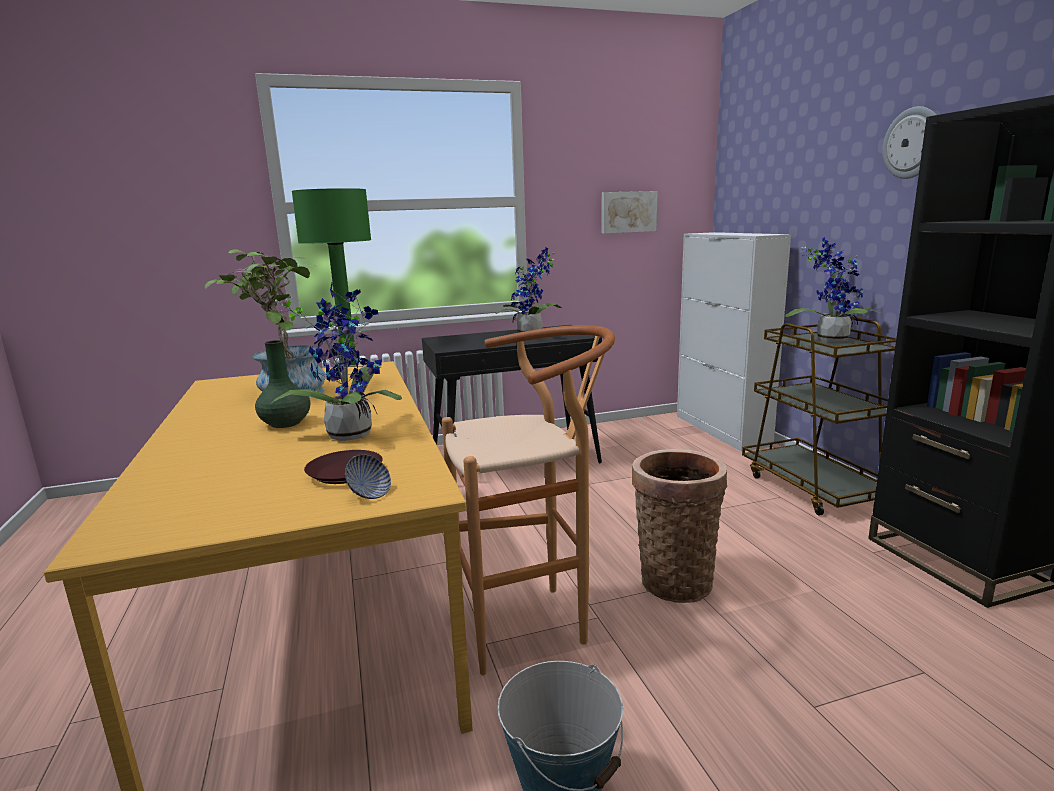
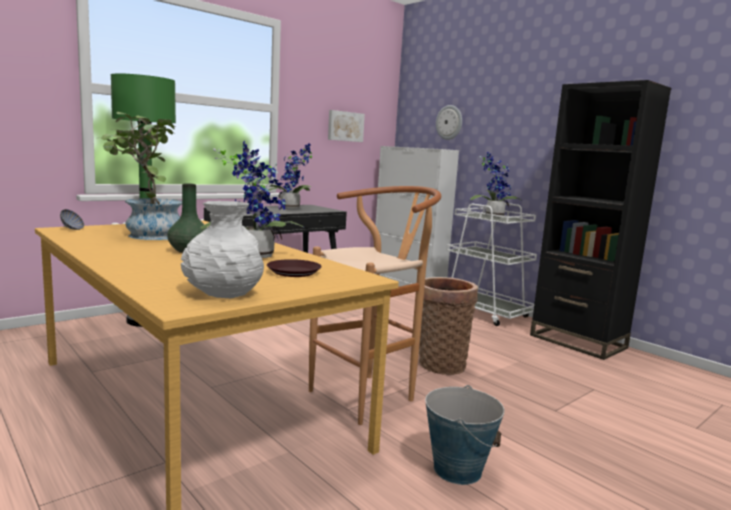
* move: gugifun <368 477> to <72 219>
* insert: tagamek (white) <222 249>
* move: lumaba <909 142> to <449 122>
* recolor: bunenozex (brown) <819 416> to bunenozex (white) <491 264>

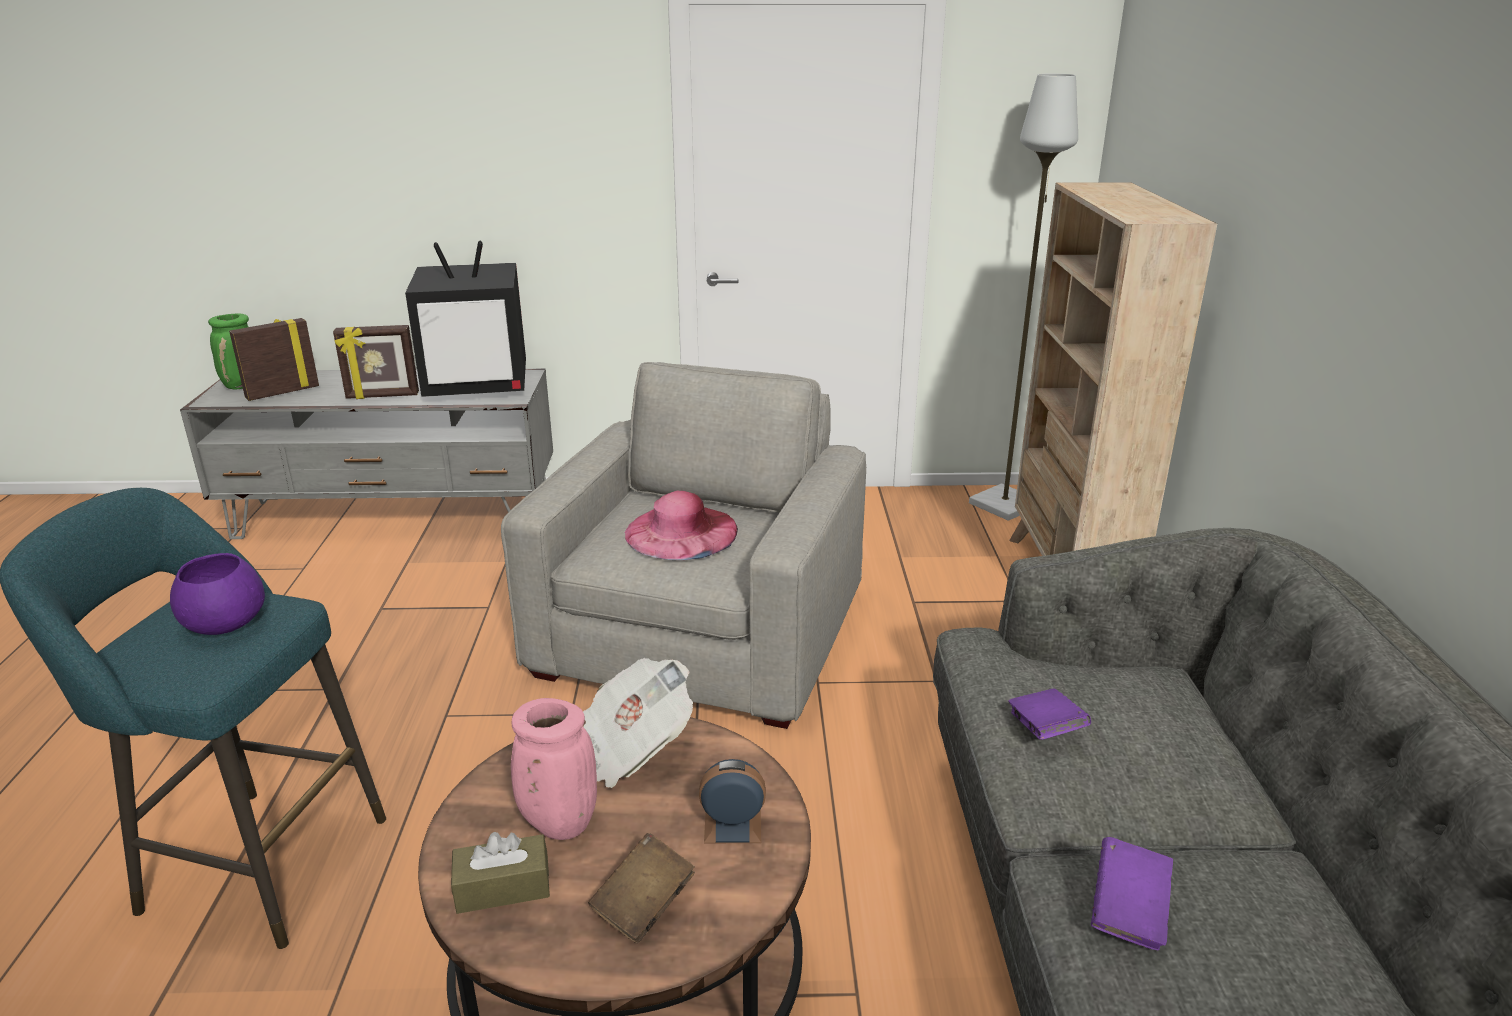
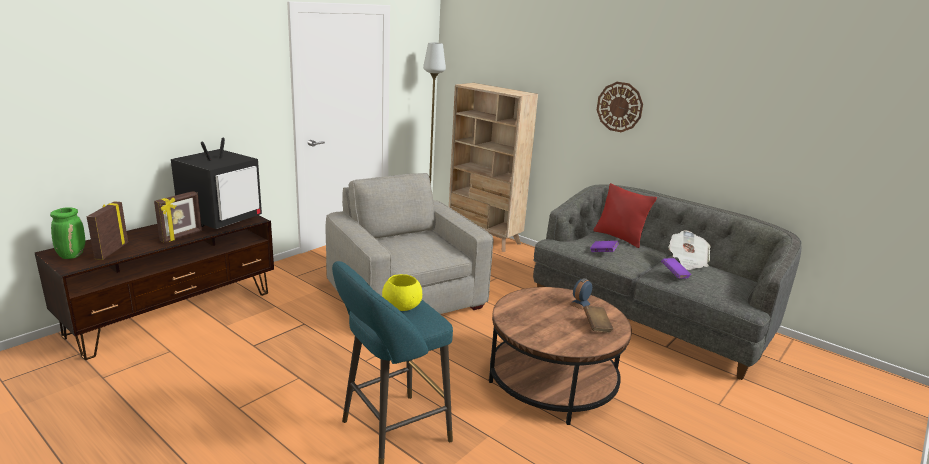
* recolor: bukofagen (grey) <366 454> to bukofagen (brown) <154 287>
* recolor: gugifun (purple) <217 594> to gugifun (yellow) <402 292>
* insert: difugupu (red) <625 215>
* insert: lumaba <620 107>
* move: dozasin <638 723> to <689 250>
* delete: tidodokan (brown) <500 873>
* delete: tagamek (pink) <554 769>
* delete: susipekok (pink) <681 525>

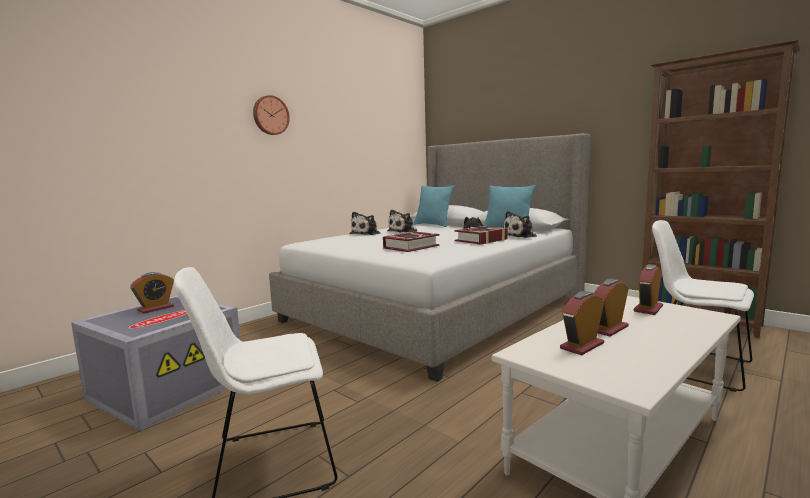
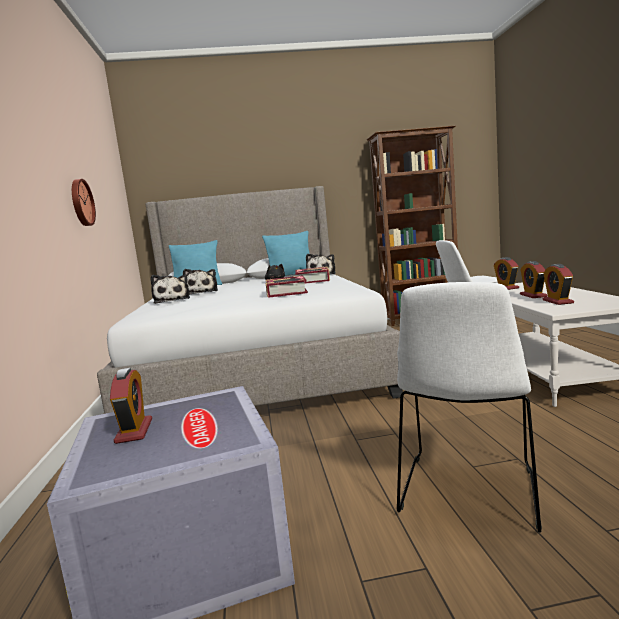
* move: lumaba <271 115> to <84 202>

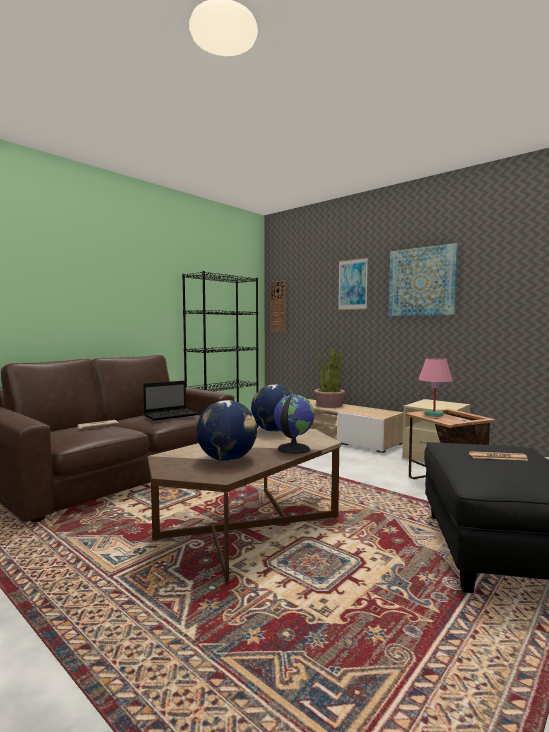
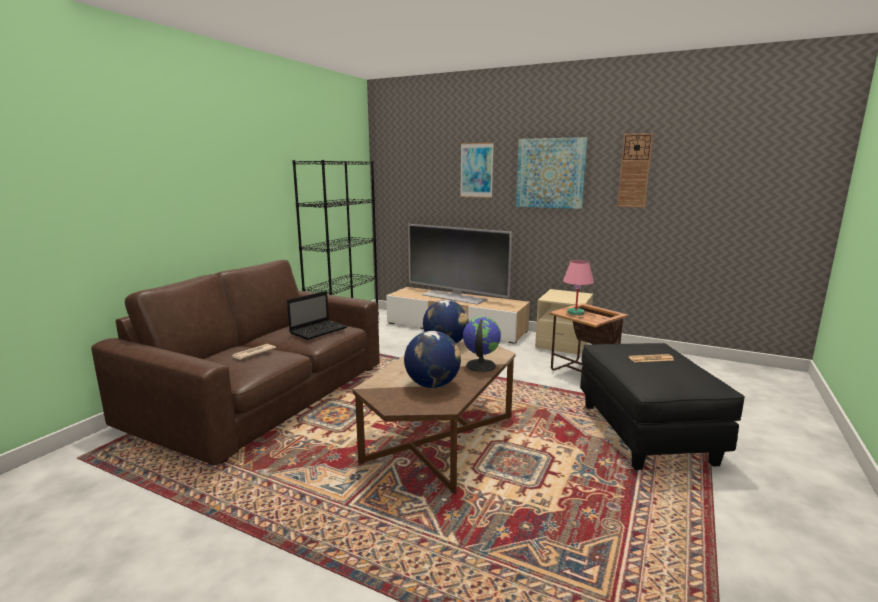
* replace: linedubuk <329 378> to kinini <460 264>
* move: lumaba <278 306> to <635 170>

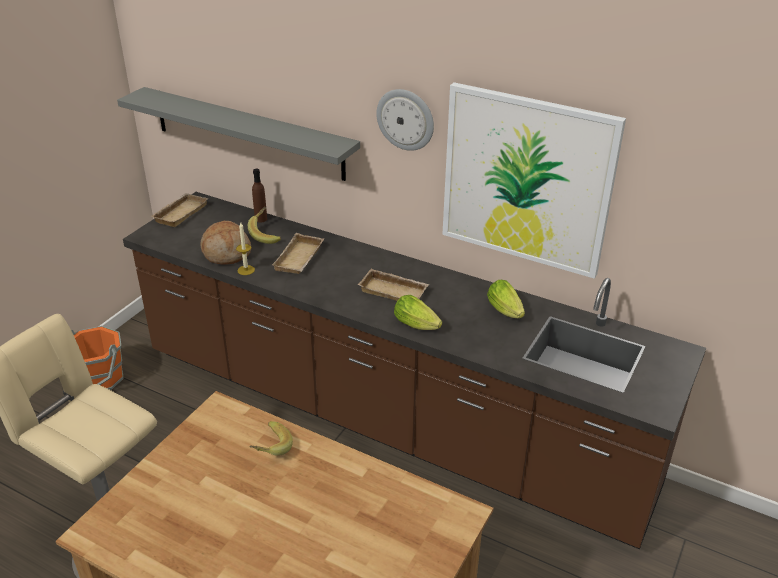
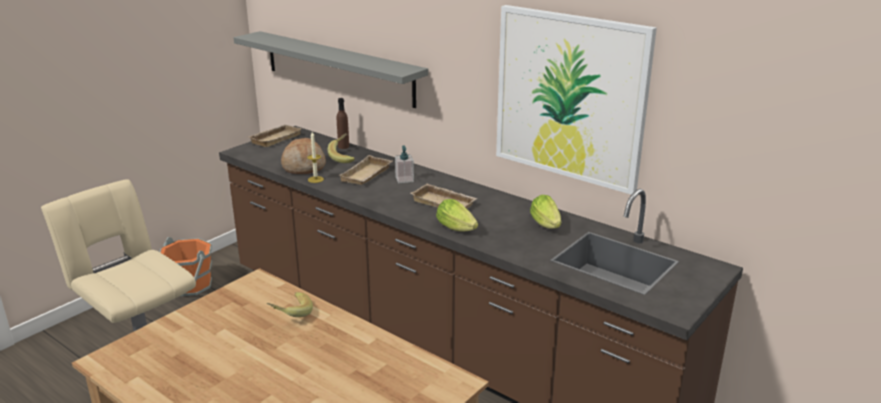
* insert: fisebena <404 164>
* delete: lumaba <405 120>

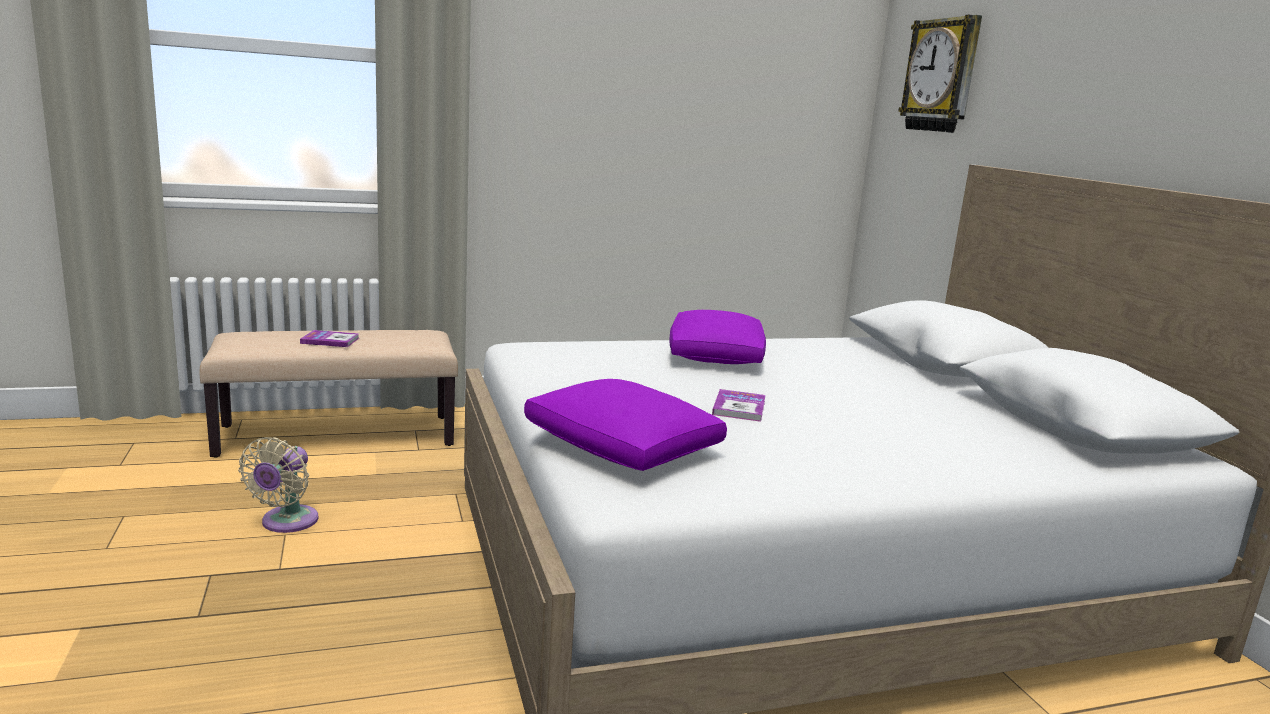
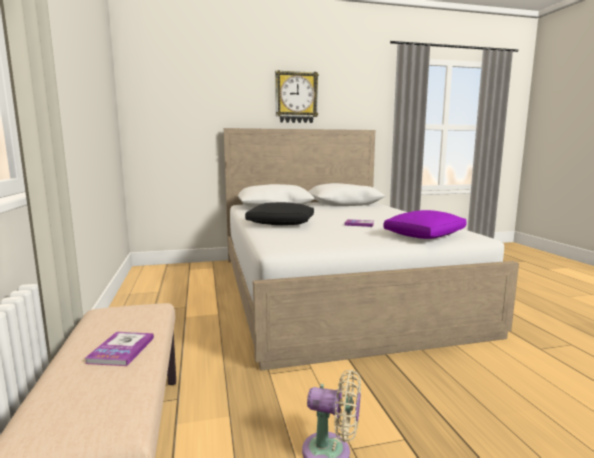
* recolor: difugupu (purple) <718 337> to difugupu (black) <279 213>
* move: lumaba <940 74> to <297 96>

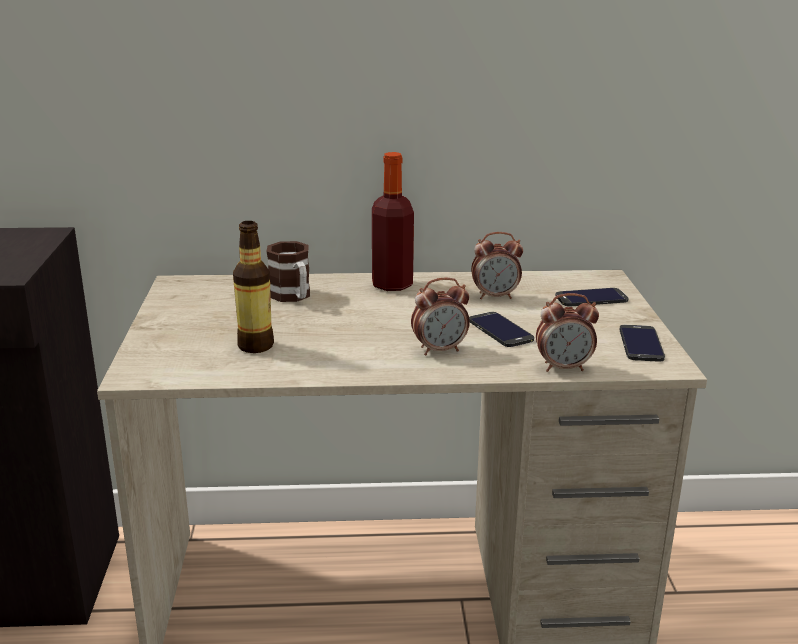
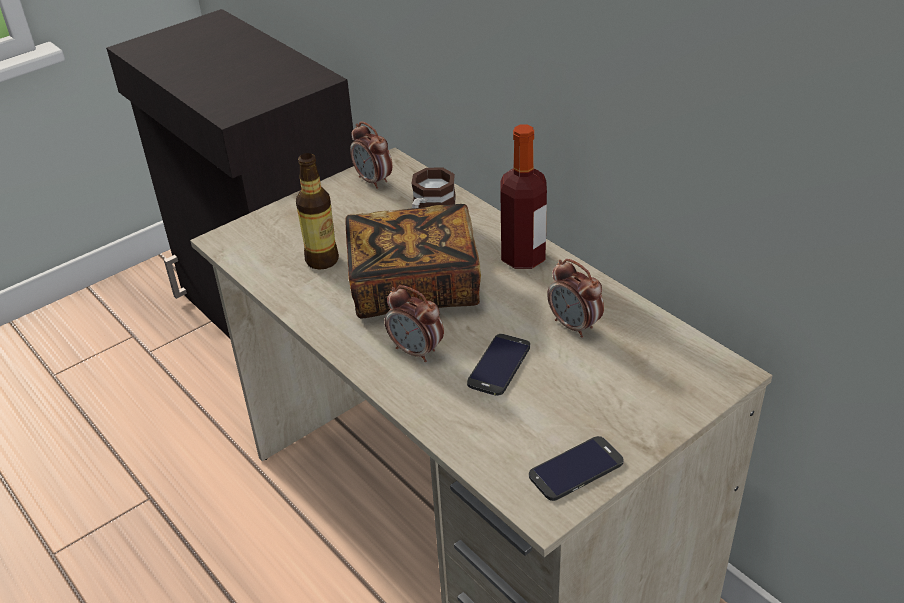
* insert: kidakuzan <413 261>
* move: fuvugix <567 332> to <371 155>
* delete: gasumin <592 297>

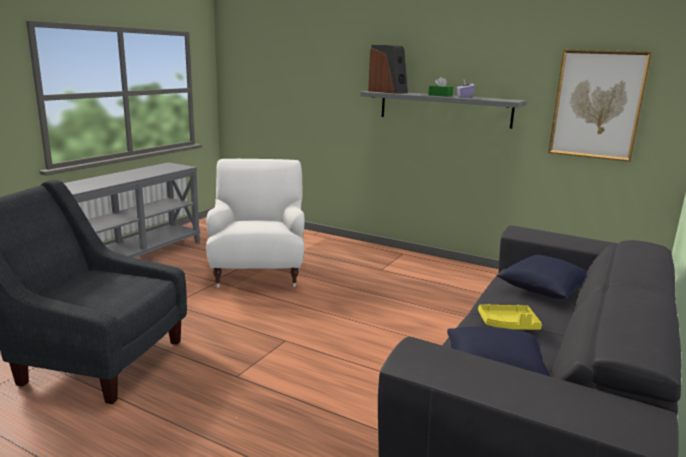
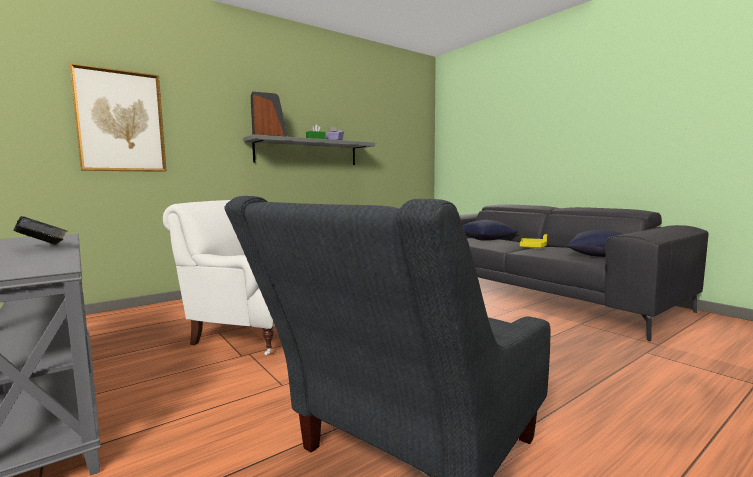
* insert: kidakuzan <40 230>
* move: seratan <600 106> to <118 117>

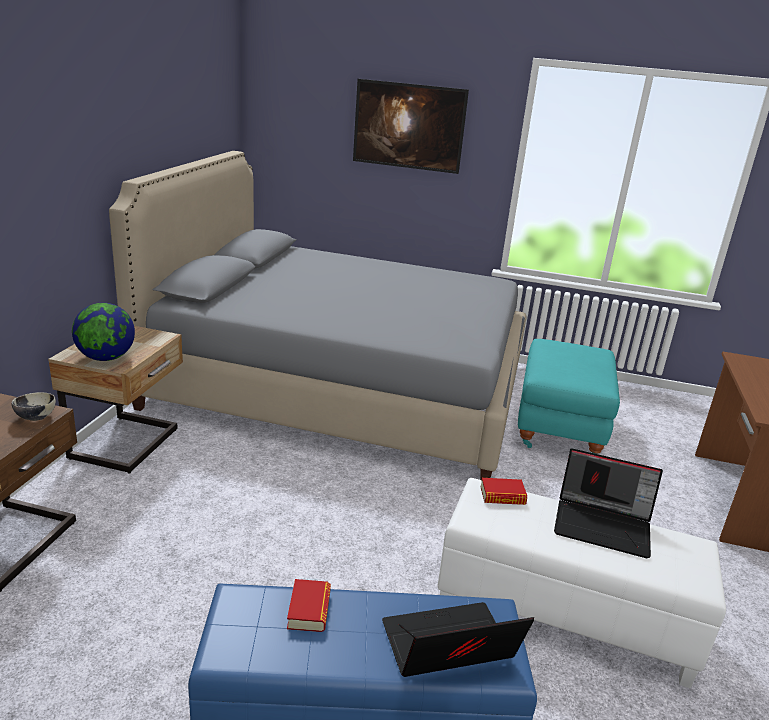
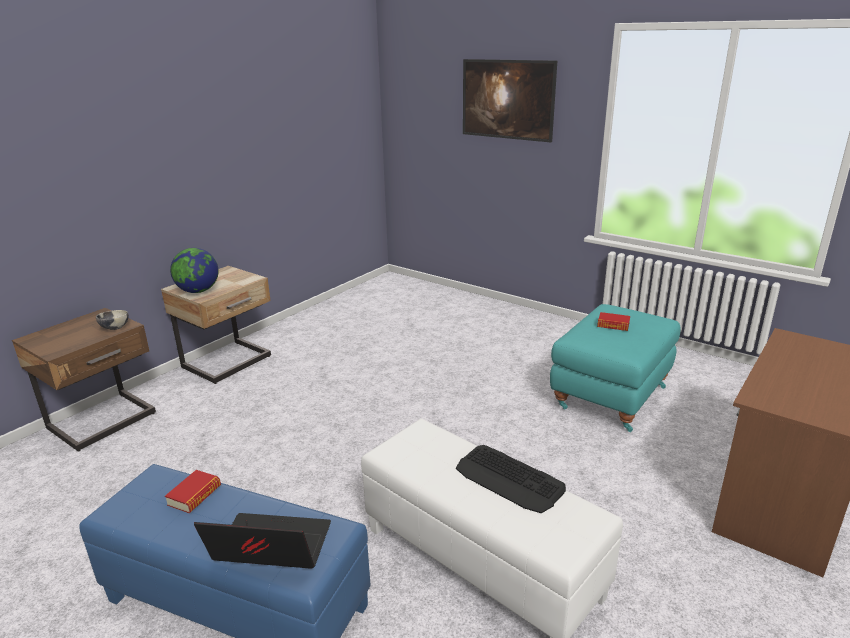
* replace: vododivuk <608 503> to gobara <511 479>
* move: kidakuzan <503 491> to <613 321>
* delete: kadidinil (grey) <318 315>

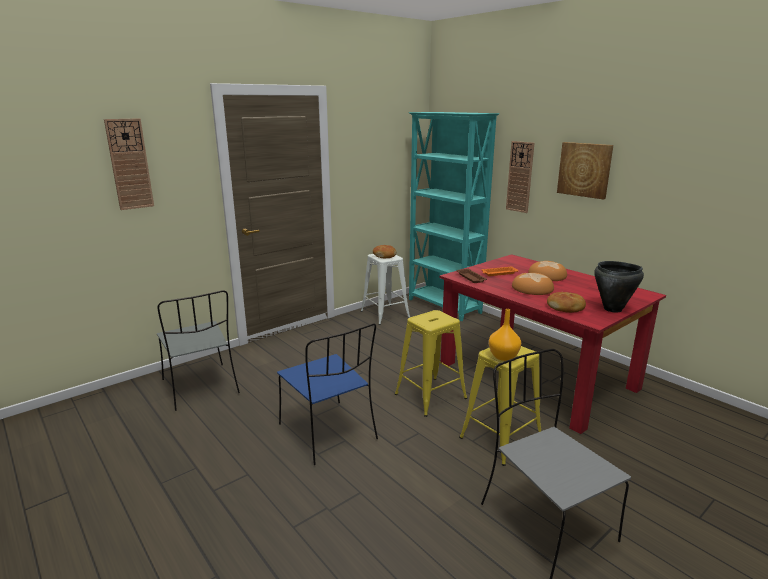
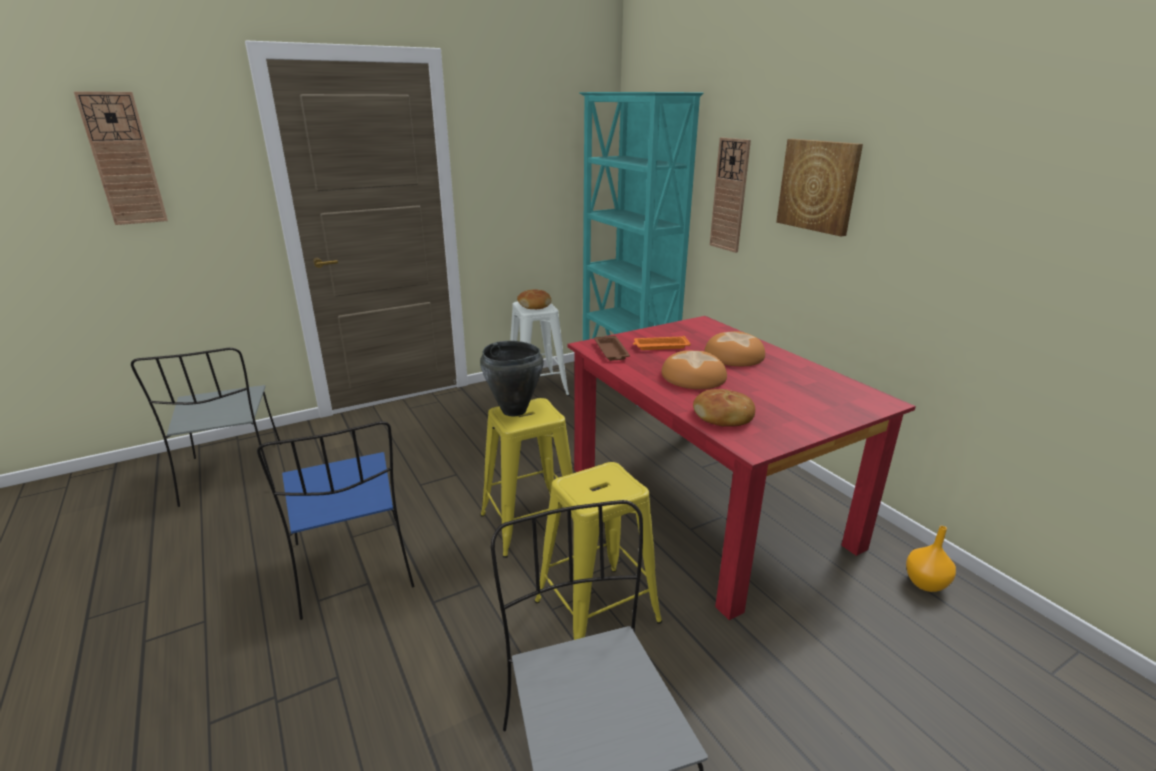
* move: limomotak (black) <619 286> to <512 378>
* move: tagamek (orange) <505 335> to <931 559>

